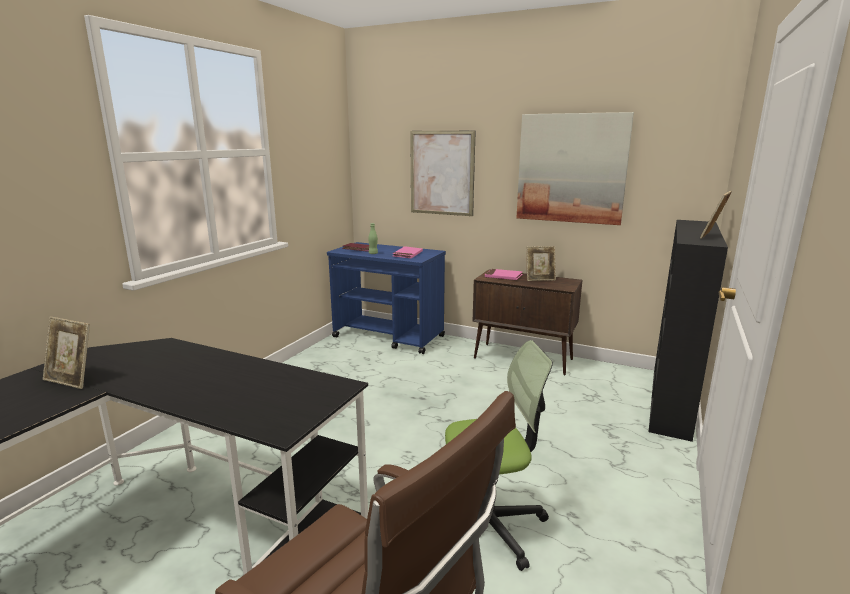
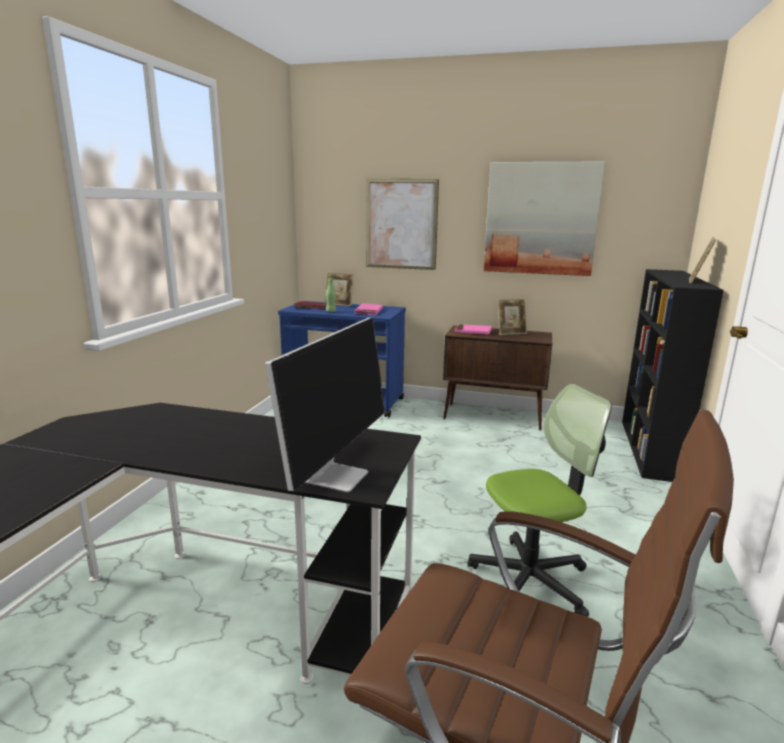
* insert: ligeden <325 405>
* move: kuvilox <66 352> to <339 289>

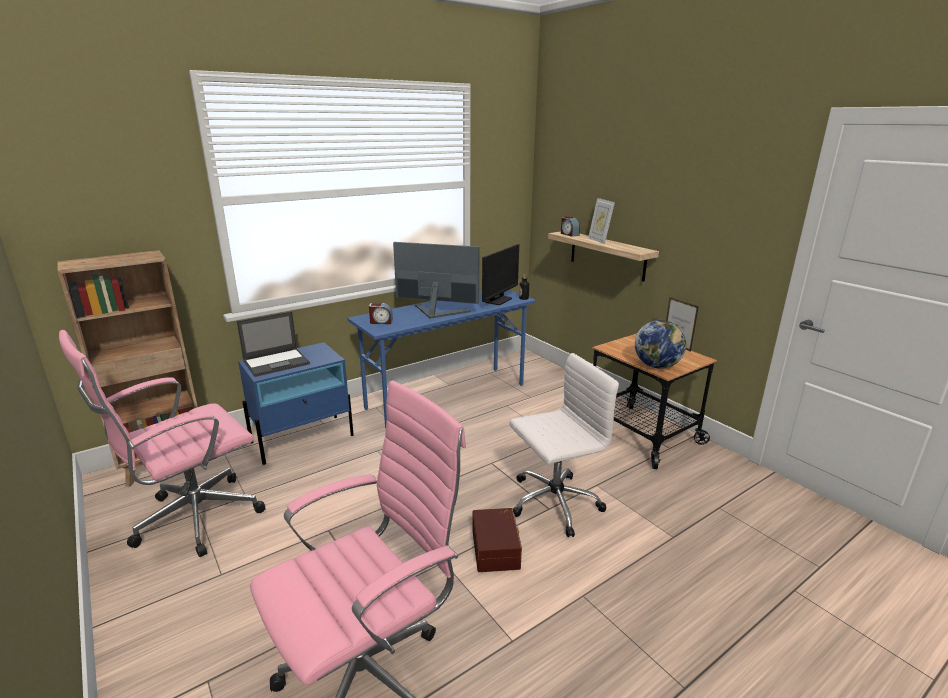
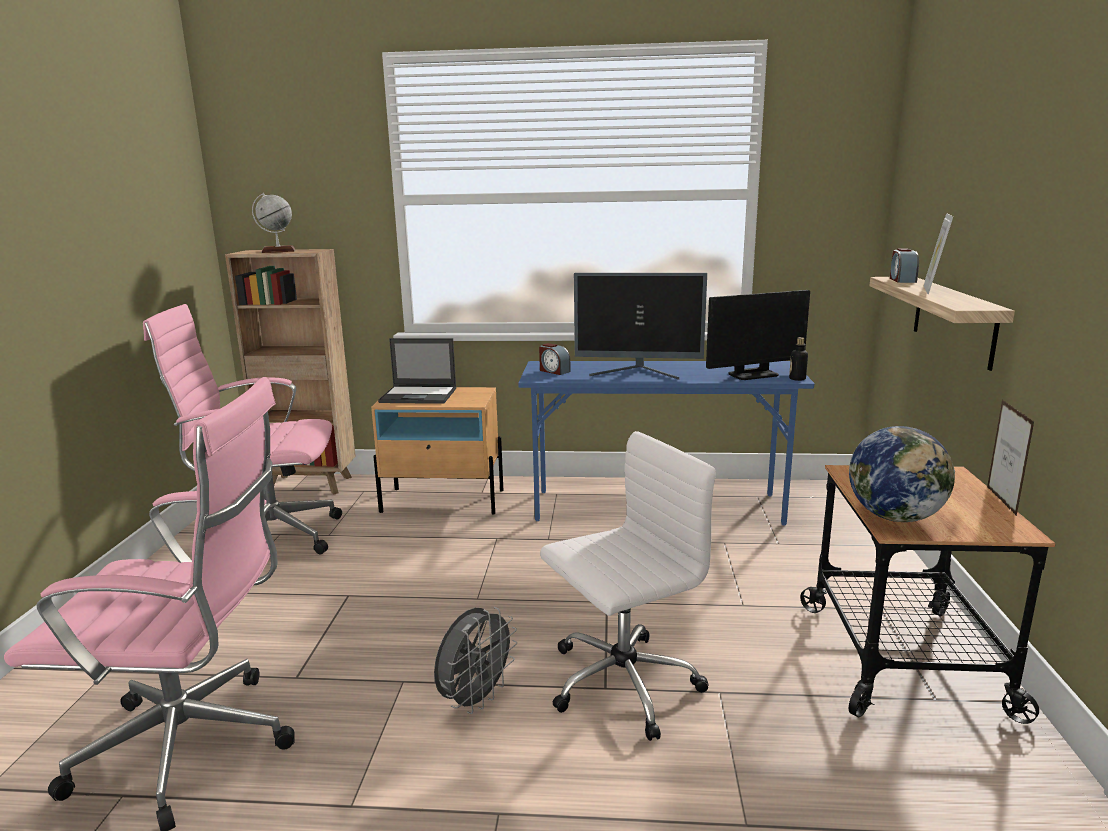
* insert: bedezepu <273 223>
* recolor: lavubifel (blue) <296 403> to lavubifel (beige) <437 451>
* replace: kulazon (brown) <497 540> to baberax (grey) <475 660>
* rotate: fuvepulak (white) <564 445> = <628 586> 45 degrees counterclockwise
* rotate: ligeden <436 280> = <640 326> 135 degrees clockwise

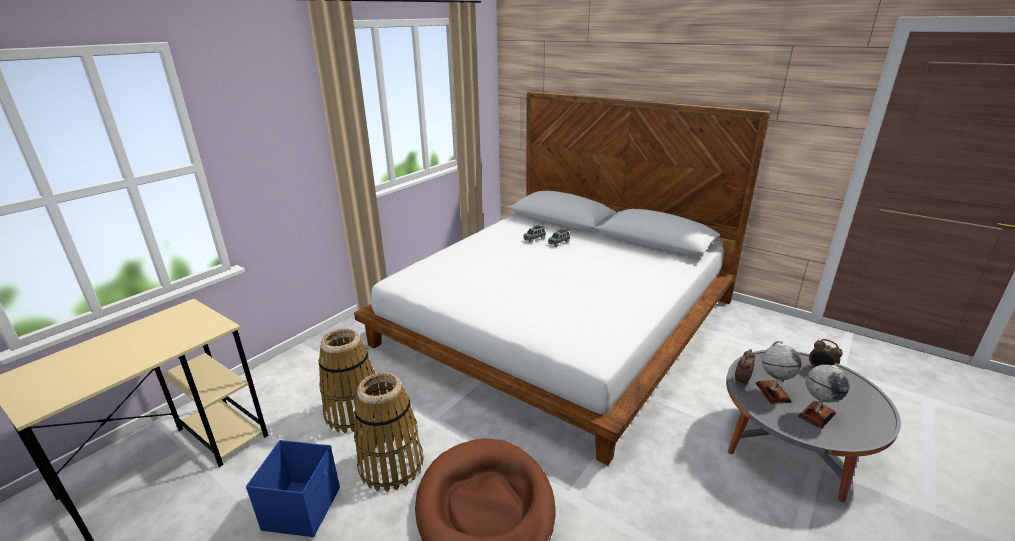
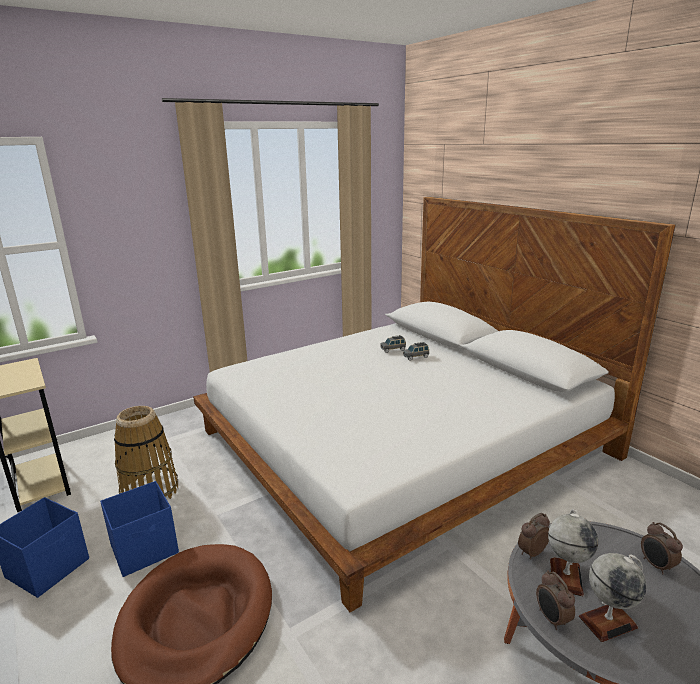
* replace: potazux <388 432> to kulazon (blue) <139 529>
* insert: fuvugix <555 600>

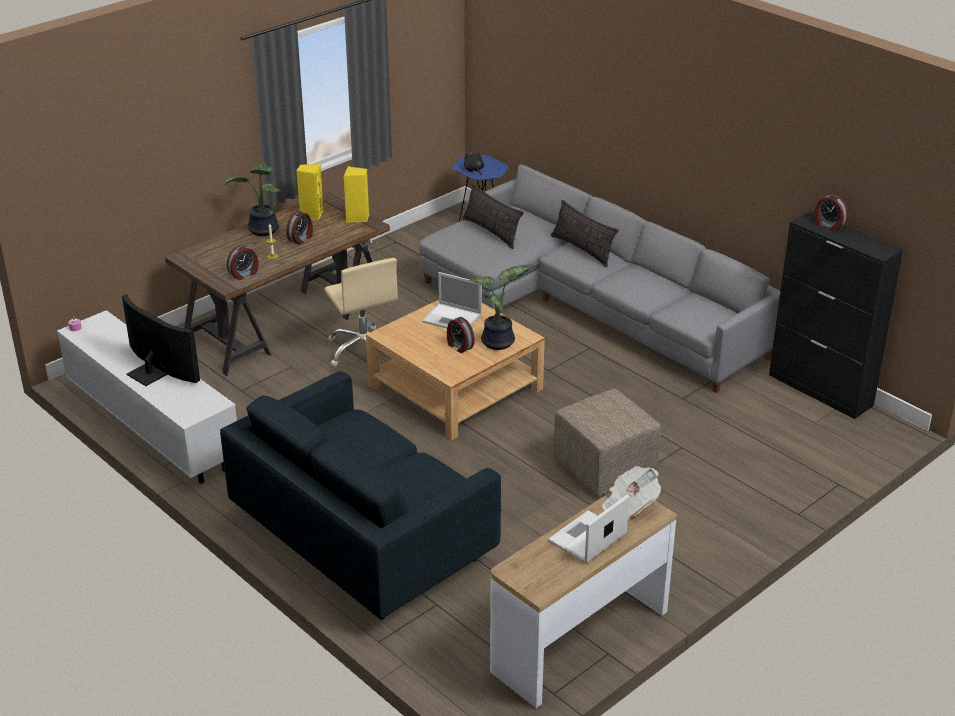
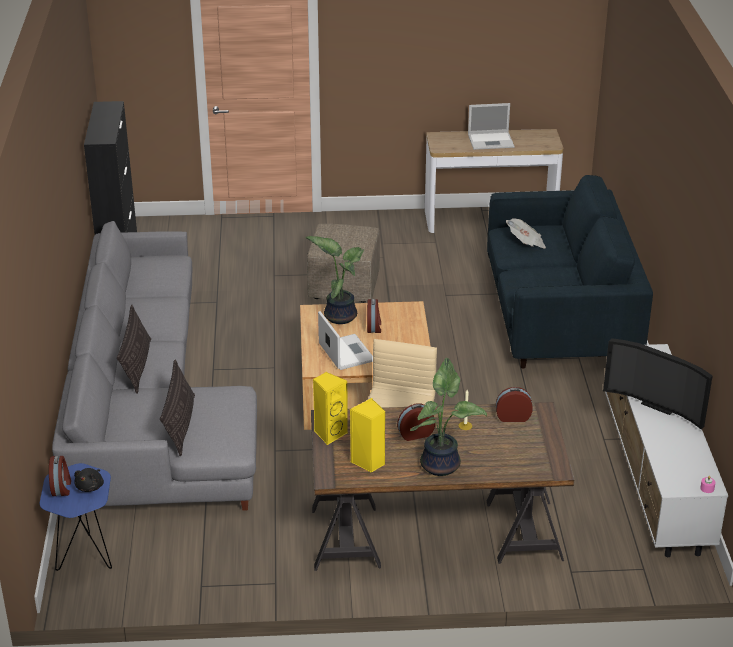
* move: fuvugix <831 213> to <60 476>
* move: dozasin <631 492> to <526 233>
* rotate: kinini <161 340> = <657 384> 45 degrees counterclockwise

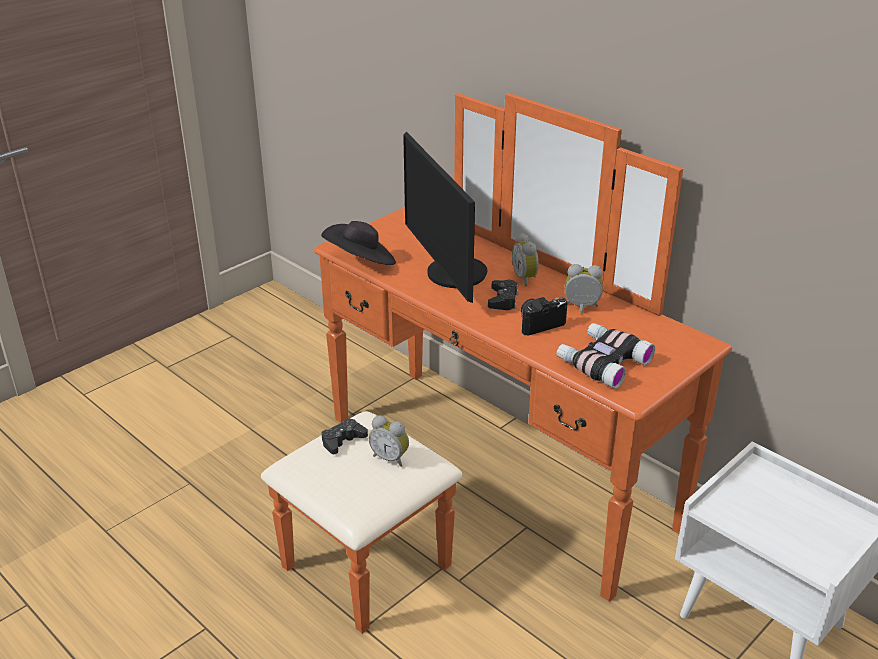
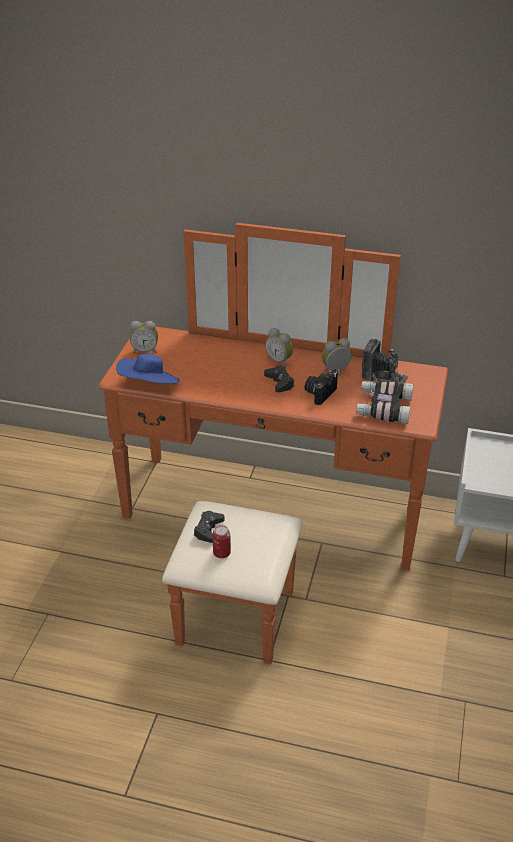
* recolor: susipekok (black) <358 243> to susipekok (blue) <148 368>
* move: fuvugix <389 441> to <144 337>
* insert: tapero <222 541>
* insert: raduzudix <385 361>
* delete: ligeden <445 217>

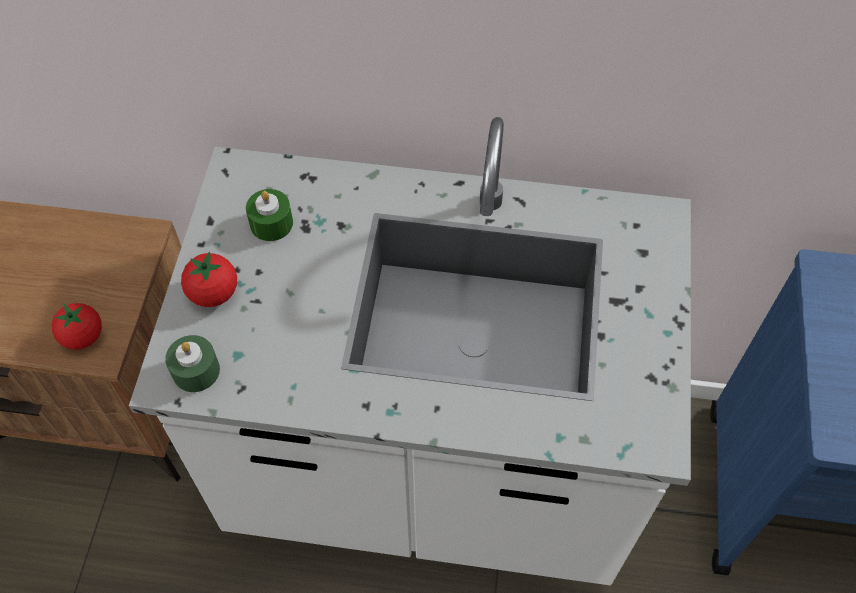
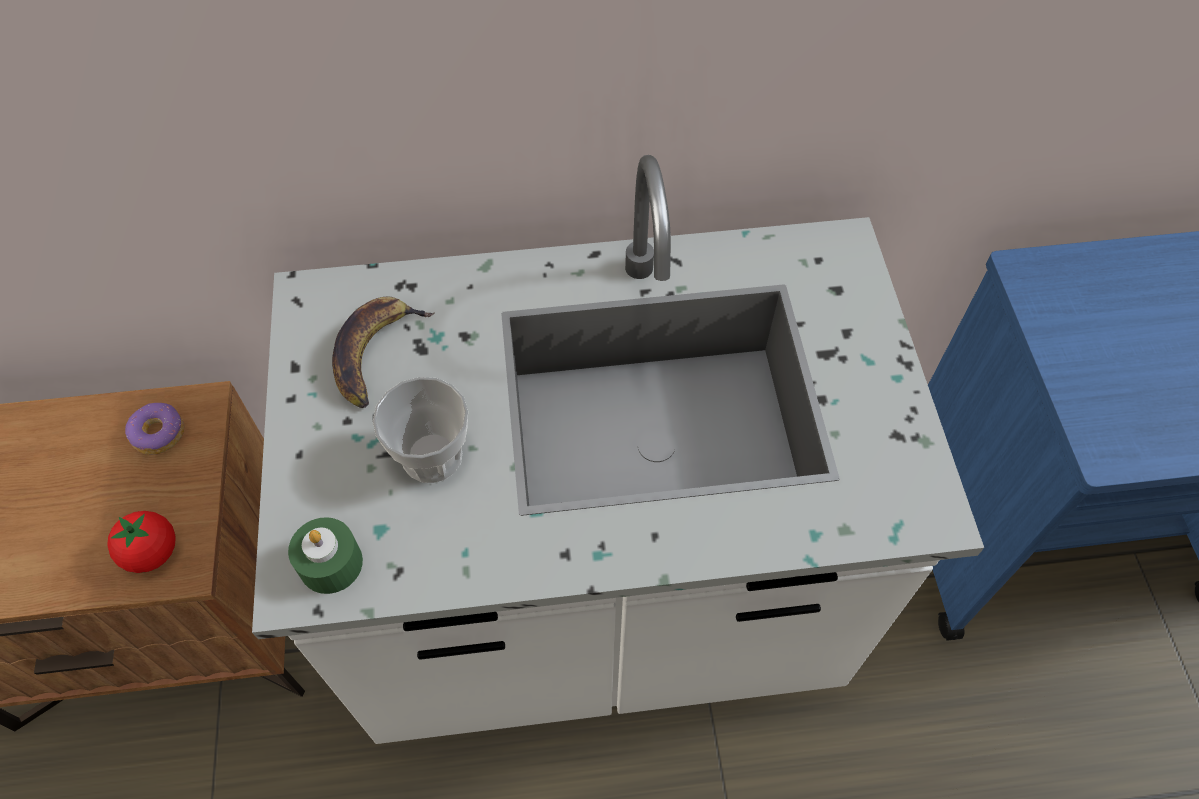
* insert: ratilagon <155 429>
* replace: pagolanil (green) <269 215> to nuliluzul <383 352>
* insert: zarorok <420 430>
* delete: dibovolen <209 279>

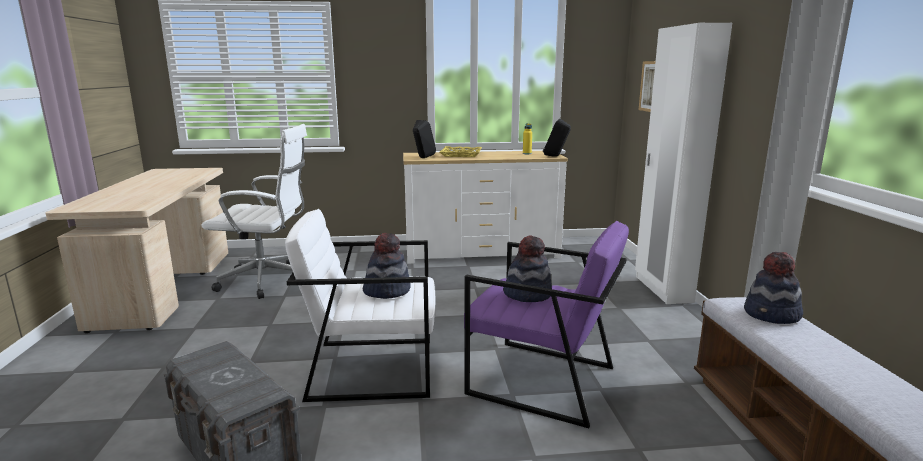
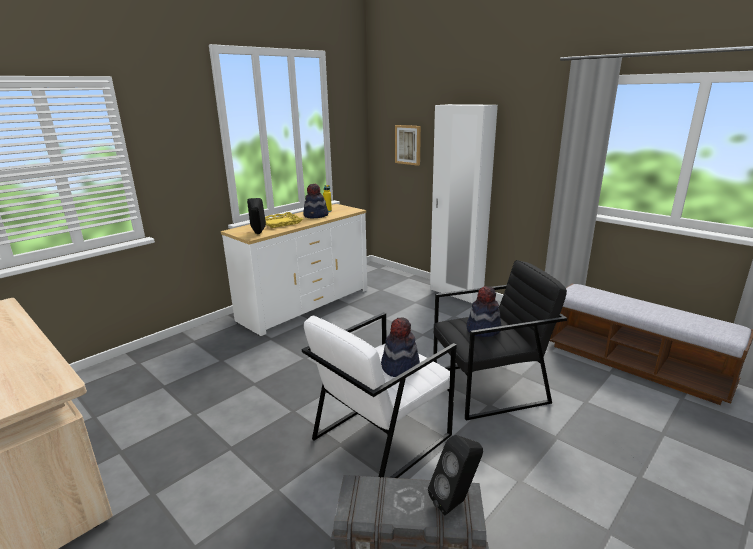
* move: susipekok <773 288> to <315 201>
* move: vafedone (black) <557 138> to <455 475>
* recolor: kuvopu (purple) <546 324> to kuvopu (black) <500 340>
* delete: fuvepulak (white) <254 211>

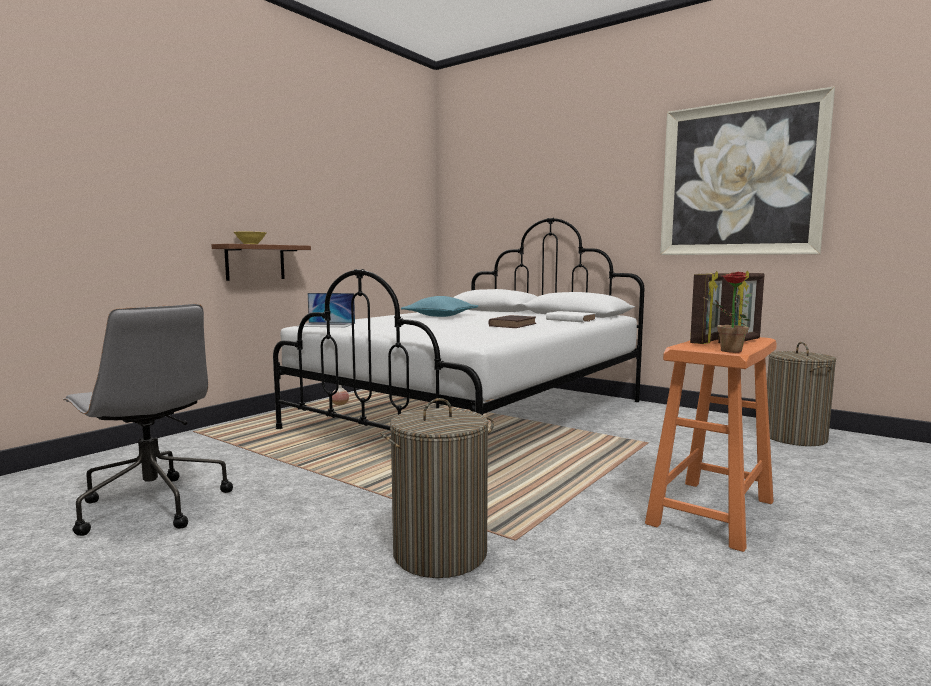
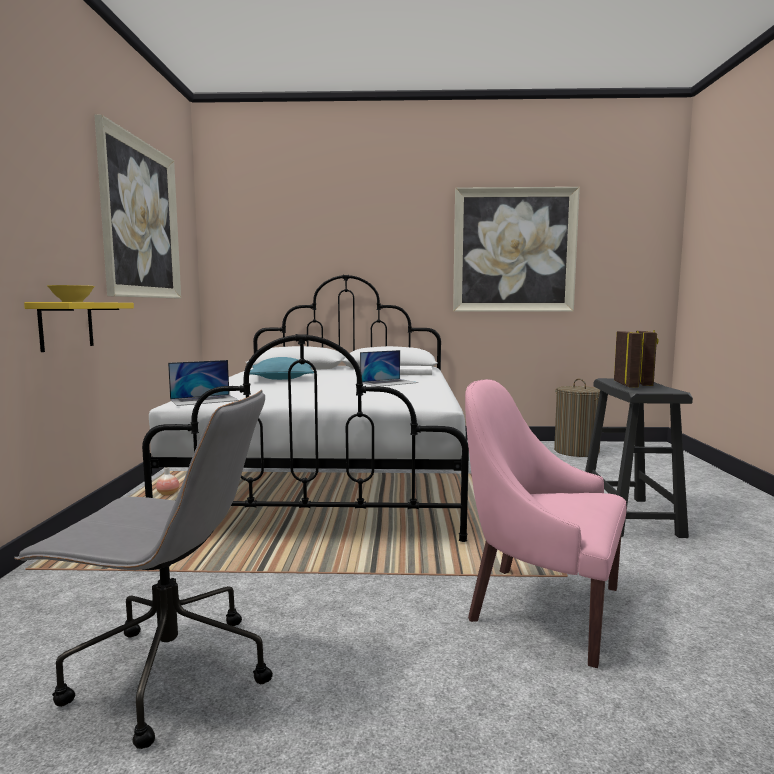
* recolor: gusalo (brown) <261 262> to gusalo (yellow) <79 327>
* insert: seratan <137 206>
* replace: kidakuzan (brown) <512 321> to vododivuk <389 368>
* replace: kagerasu <437 488> to kuvopu (pink) <545 523>
* recolor: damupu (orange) <711 444> to damupu (black) <639 458>
* delete: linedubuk <727 312>

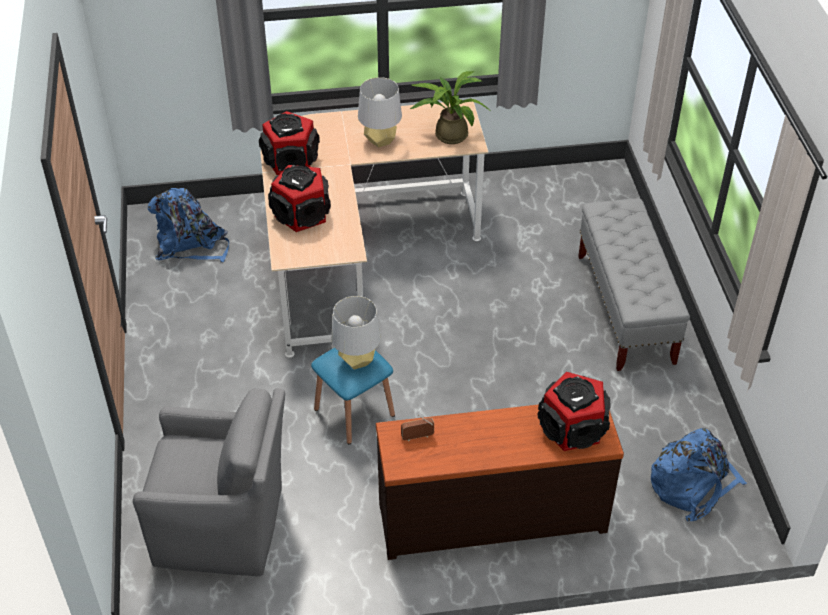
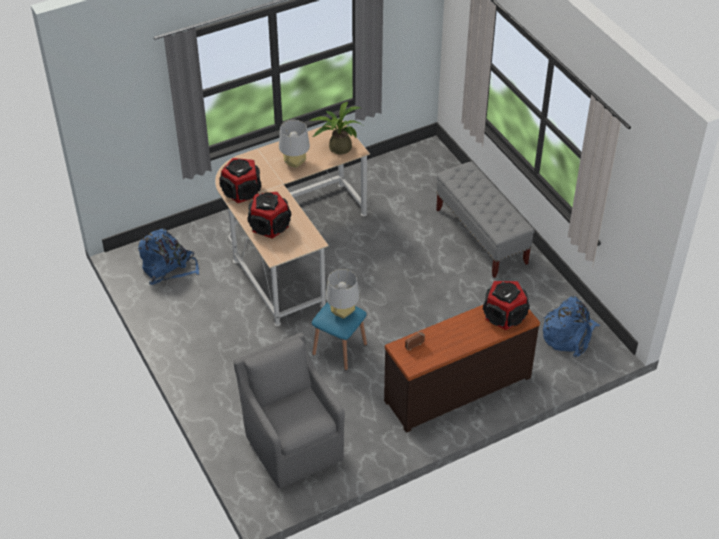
* rotate: kuvopu (grey) <209 482> = <289 411> 105 degrees counterclockwise

